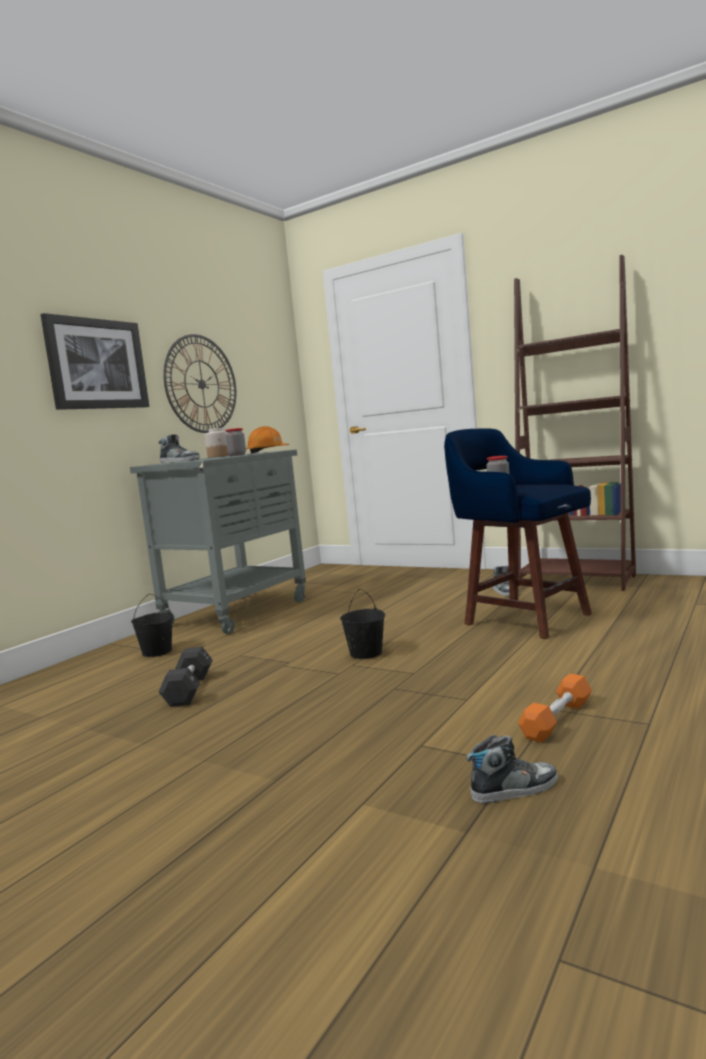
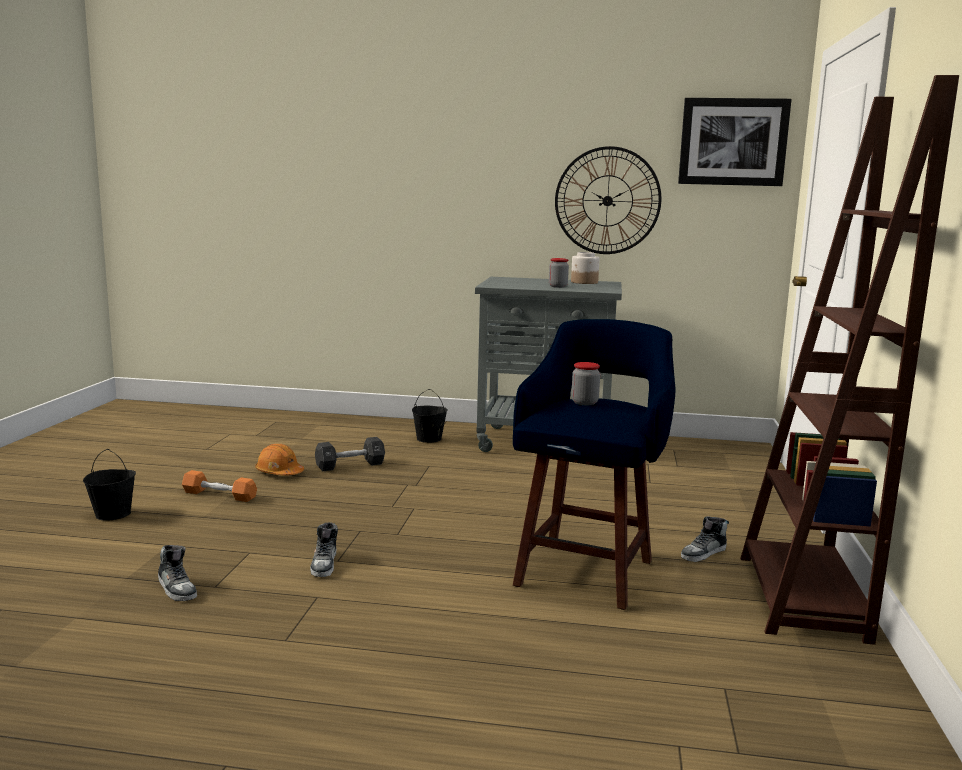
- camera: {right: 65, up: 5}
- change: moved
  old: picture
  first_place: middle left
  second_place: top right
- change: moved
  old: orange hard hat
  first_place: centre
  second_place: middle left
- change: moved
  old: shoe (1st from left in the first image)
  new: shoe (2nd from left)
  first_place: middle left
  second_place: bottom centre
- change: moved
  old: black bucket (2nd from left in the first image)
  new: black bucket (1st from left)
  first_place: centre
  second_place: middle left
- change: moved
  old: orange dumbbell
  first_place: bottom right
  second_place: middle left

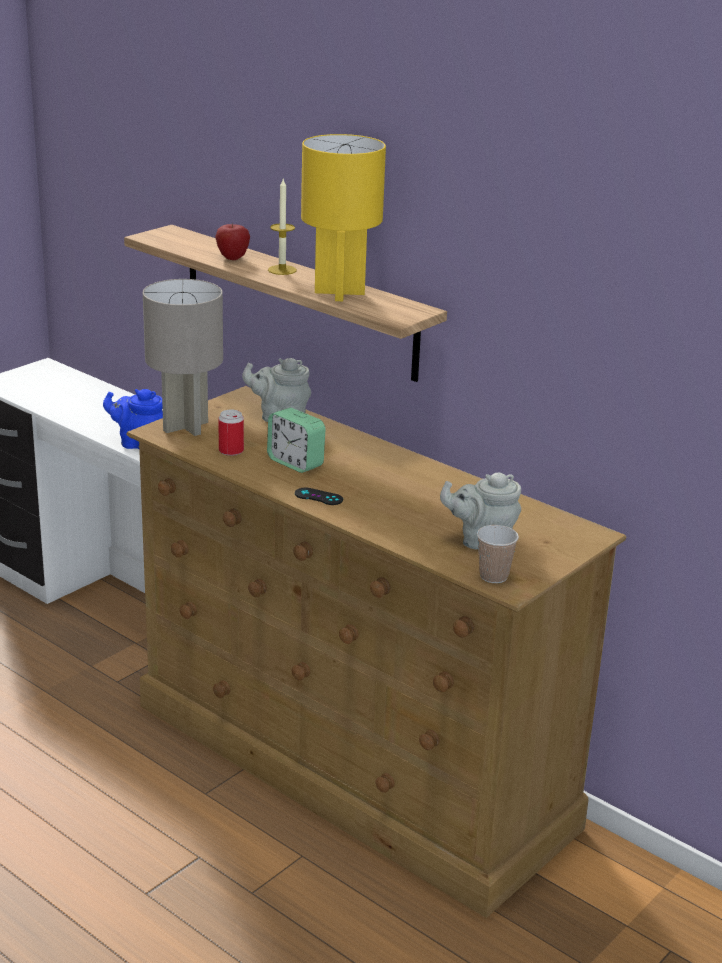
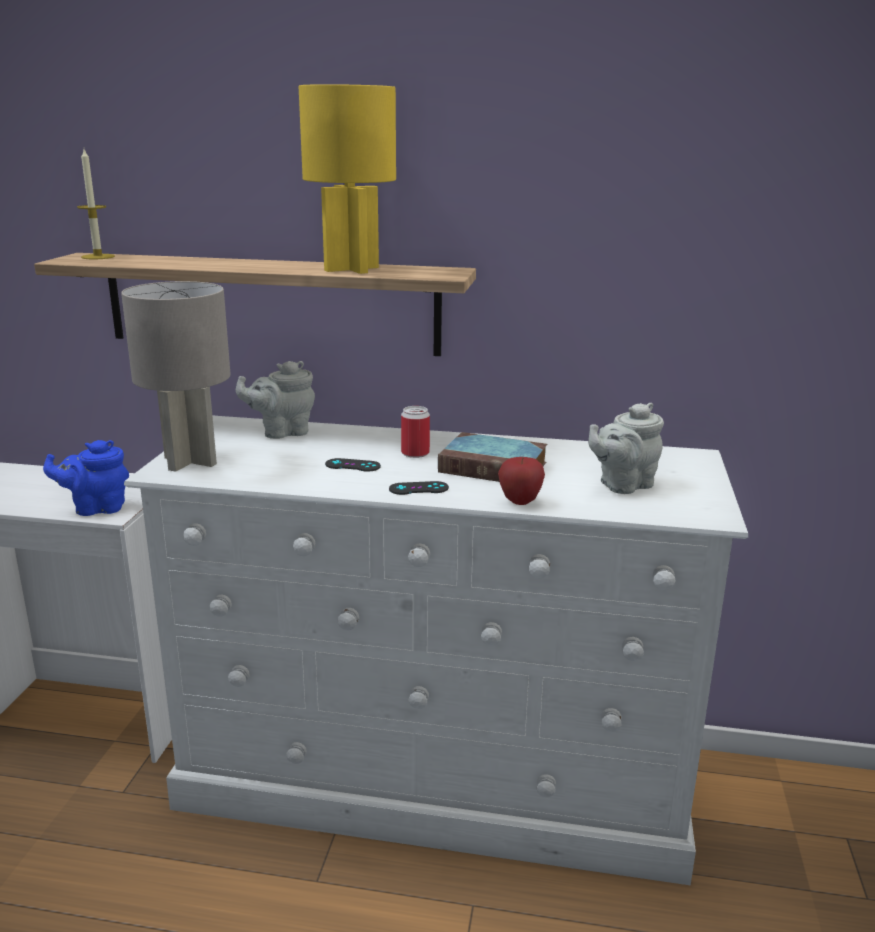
- camera: {right: -30, up: -5}
- change: moved
  old: candle
  first_place: top centre
  second_place: top left
- change: moved
  old: apple
  first_place: top left
  second_place: centre
- change: recoloured
  old: brown dresser
  new: white dresser
  first_place: bottom centre
  second_place: bottom centre
- change: replaced
  old: alarm clock
  new: black game controller (1st from left)
  first_place: centre
  second_place: centre
- change: moved
  old: can
  first_place: middle left
  second_place: centre
- change: removed
  old: cup
  first_place: middle right
- change: added
  new: book
  second_place: centre

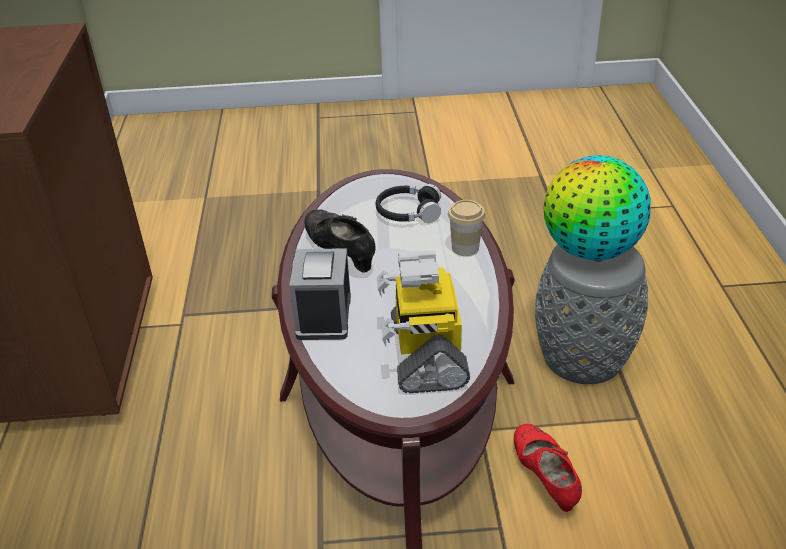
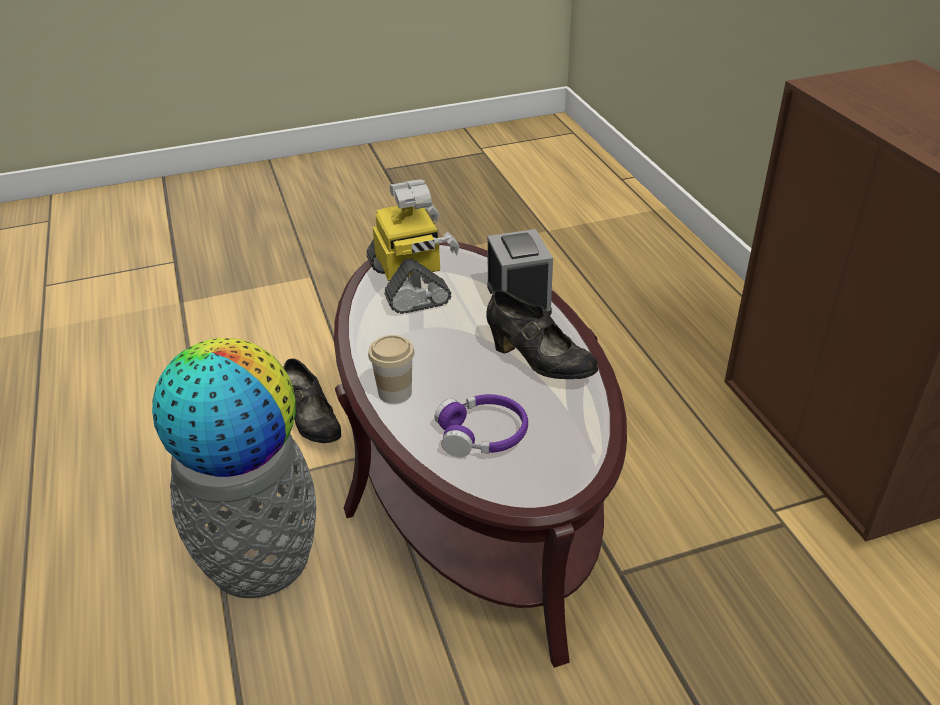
- camera: {right: 165, up: 0}
- change: recoloured
  old: black headphones
  new: purple headphones
  first_place: centre
  second_place: centre
- change: recoloured
  old: red shoe
  new: black shoe (1st from left)
  first_place: bottom right
  second_place: middle left

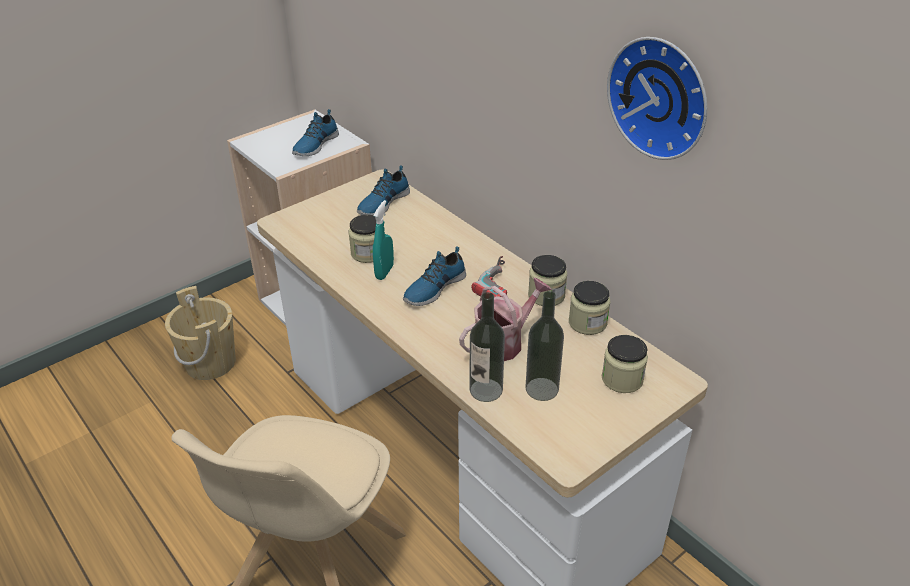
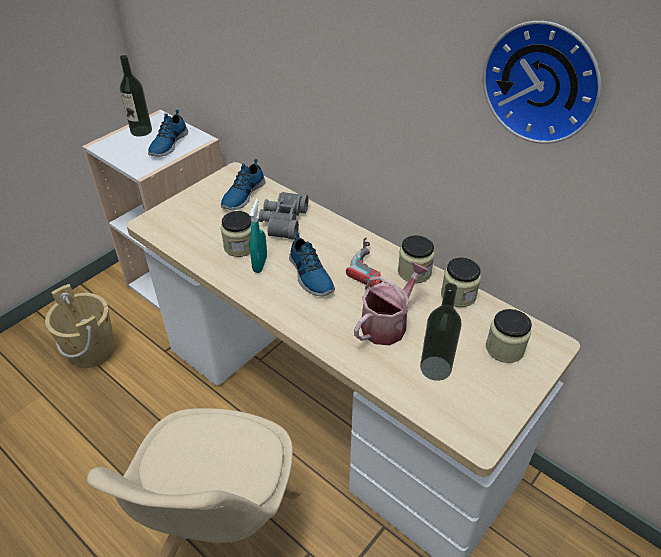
- camera: {right: -10, up: 5}
- change: turned
  old: shoe (3rd from left)
  first_place: centre
  second_place: centre
  degrees: -60
- change: moved
  old: bottle (1st from left)
  first_place: centre
  second_place: top left
- change: added
  new: grey binoculars
  second_place: centre

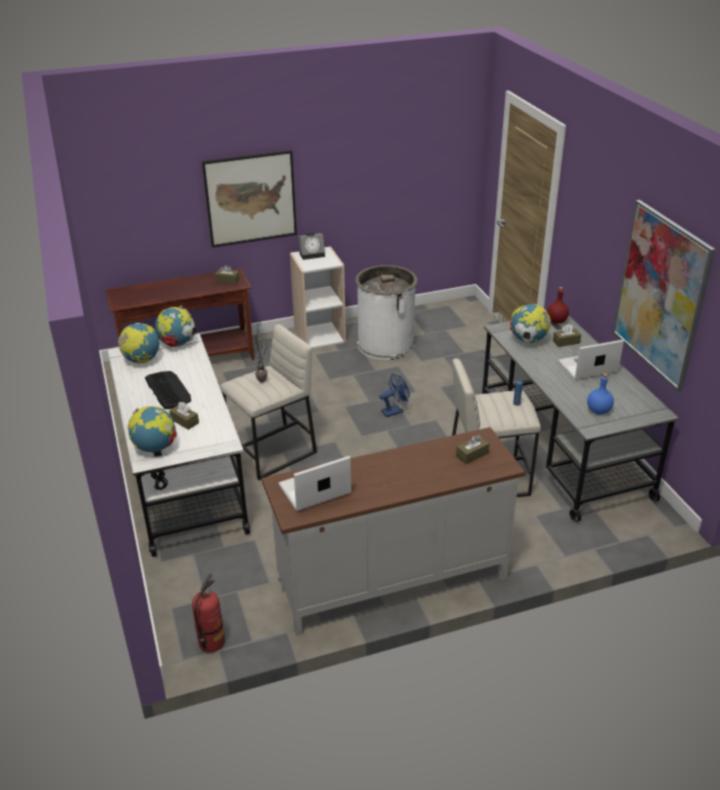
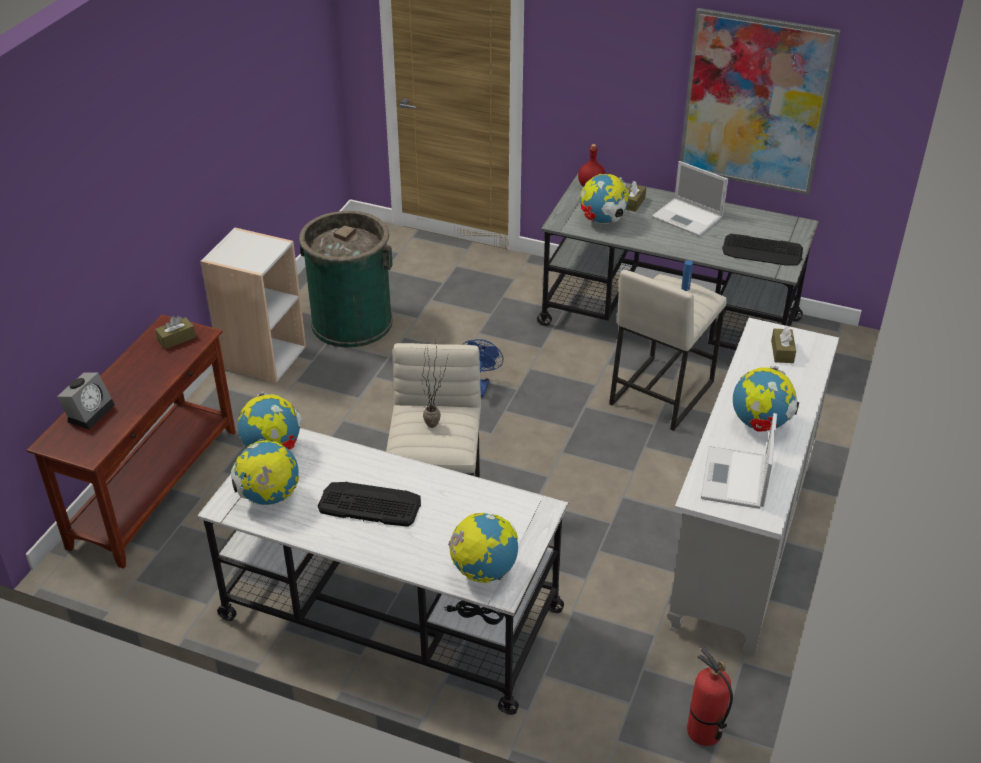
- camera: {right: -50, up: 5}
- change: removed
  old: picture (1st from left)
  first_place: top centre
- change: moved
  old: alarm clock
  first_place: top centre
  second_place: middle left
- change: recoloured
  old: white trash can
  new: green trash can
  first_place: centre
  second_place: centre
- change: turned
  old: laptop (2nd from left in the first image)
  first_place: middle right
  second_place: top right
  degrees: -75
- change: replaced
  old: blue bottle (2nd from left)
  new: keyboard (2nd from left)
  first_place: middle right
  second_place: top right
- change: removed
  old: brown tissue box (1st from left)
  first_place: middle left
- change: recoloured
  old: brown dresser
  new: white dresser
  first_place: bottom centre
  second_place: middle right
- change: added
  new: globe (5th from left)
  second_place: middle right

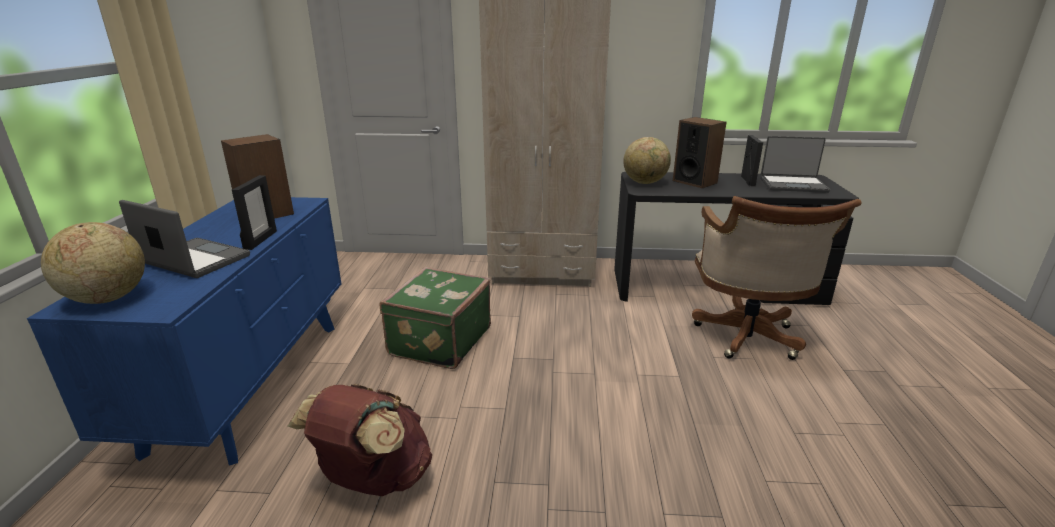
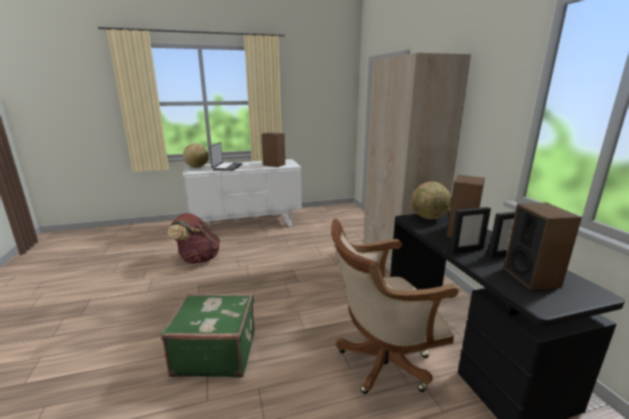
- camera: {right: 70, up: -5}
- change: replaced
  old: laptop (2nd from left)
  new: speaker (3rd from left)
  first_place: top right
  second_place: middle right
- change: moved
  old: picture frame (1st from left)
  first_place: middle left
  second_place: middle right
- change: recoloured
  old: blue dresser
  new: white dresser
  first_place: middle left
  second_place: centre
- change: moved
  old: green suitcase
  first_place: centre
  second_place: bottom left

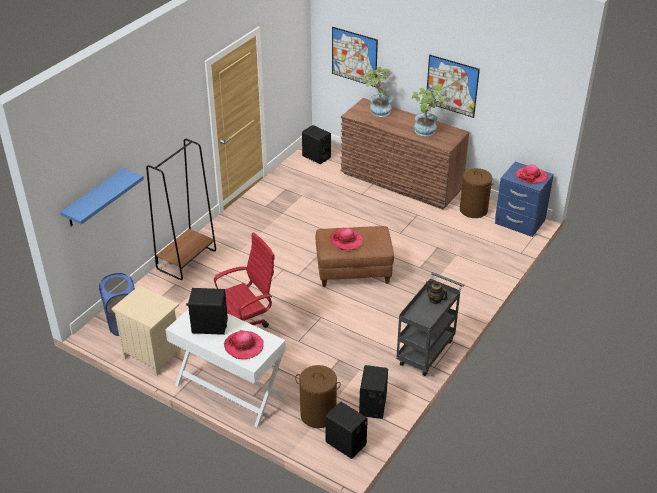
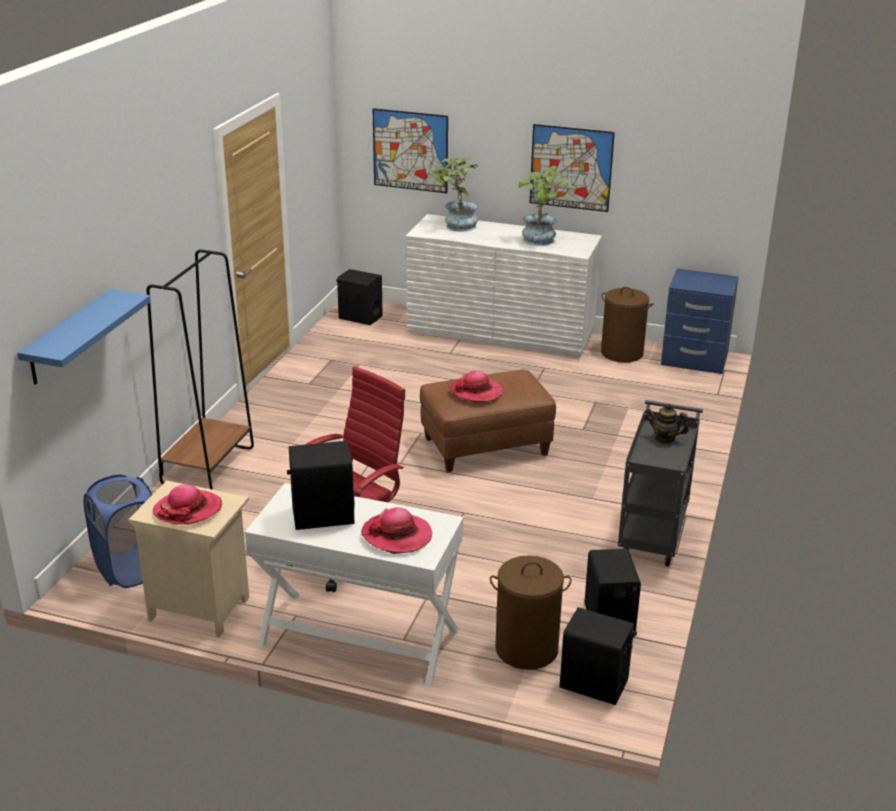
- camera: {right: -15, up: -10}
- change: recoloured
  old: brown dresser
  new: white dresser
  first_place: top centre
  second_place: centre
- change: moved
  old: hat (3rd from left in the first image)
  new: hat (1st from left)
  first_place: middle right
  second_place: middle left

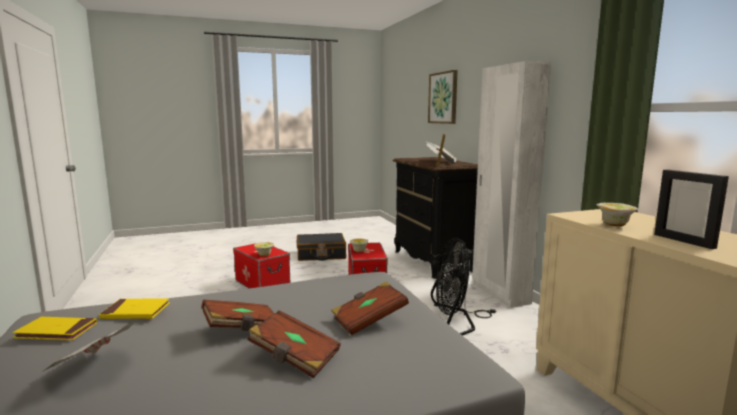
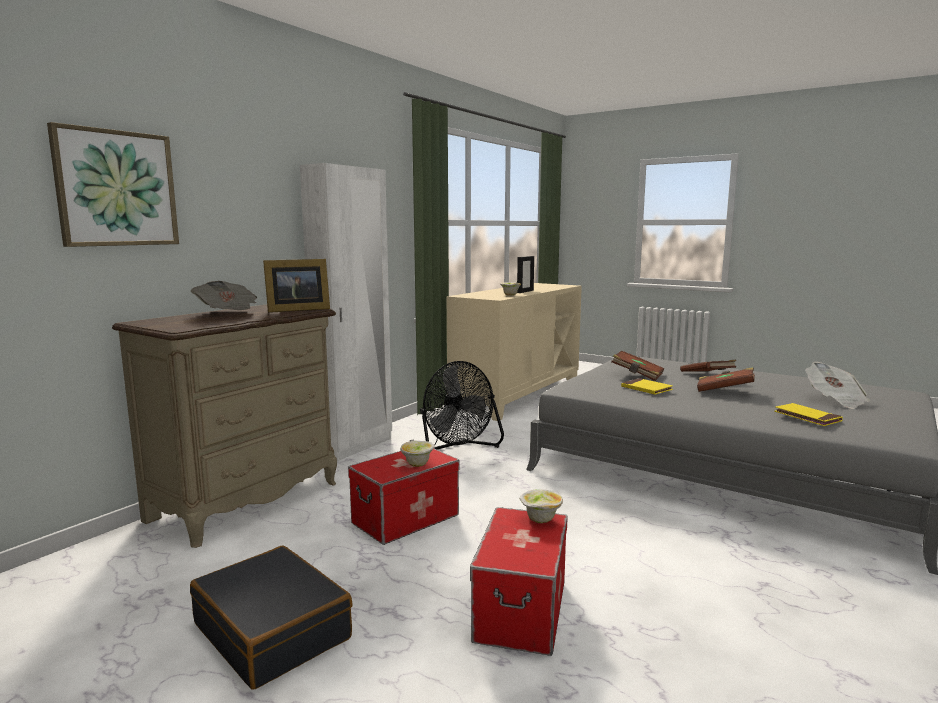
- camera: {right: -125, up: 0}
- change: recoloured
  old: black dresser
  new: beige dresser
  first_place: centre
  second_place: middle left
- change: moved
  old: yellow book (1st from left)
  first_place: bottom left
  second_place: middle right

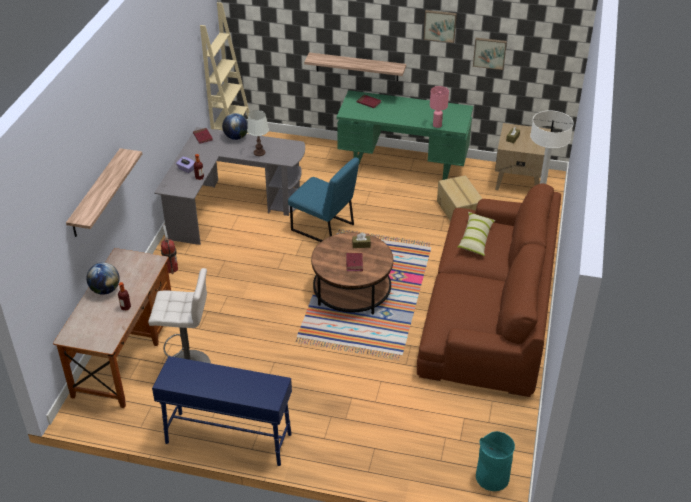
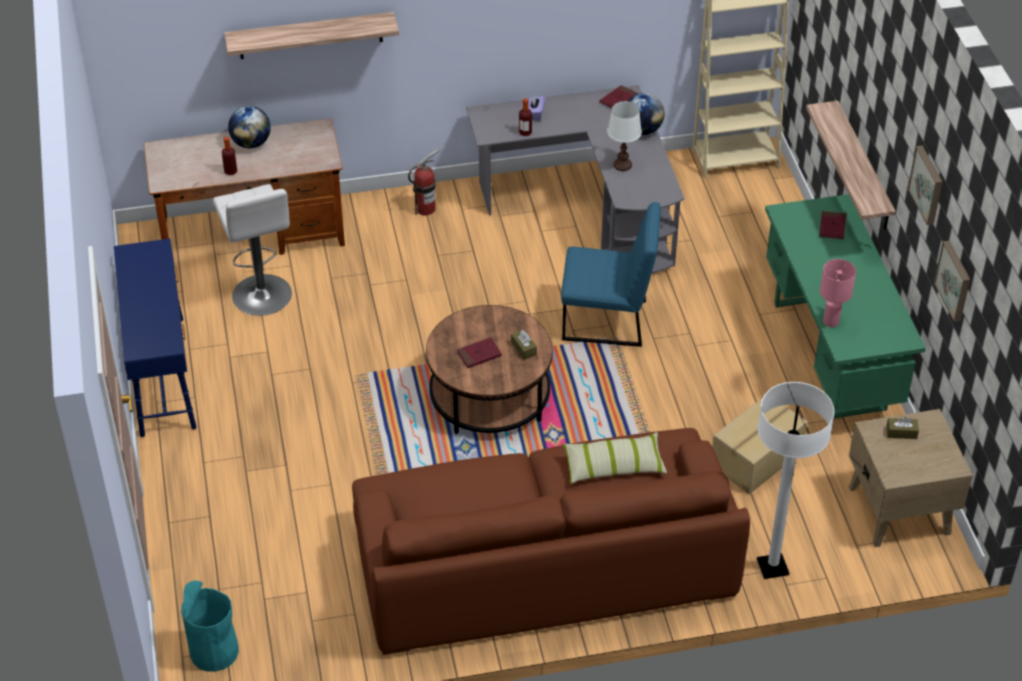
- camera: {right: 65, up: 5}
- change: turned
  old: blue chair
  first_place: centre
  second_place: centre
  degrees: -90

